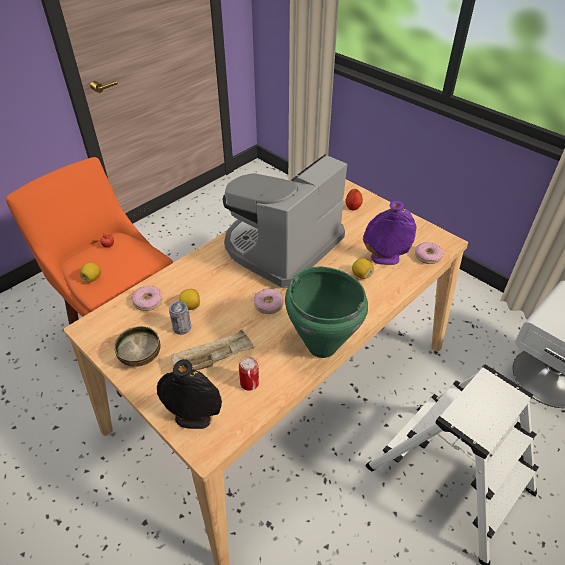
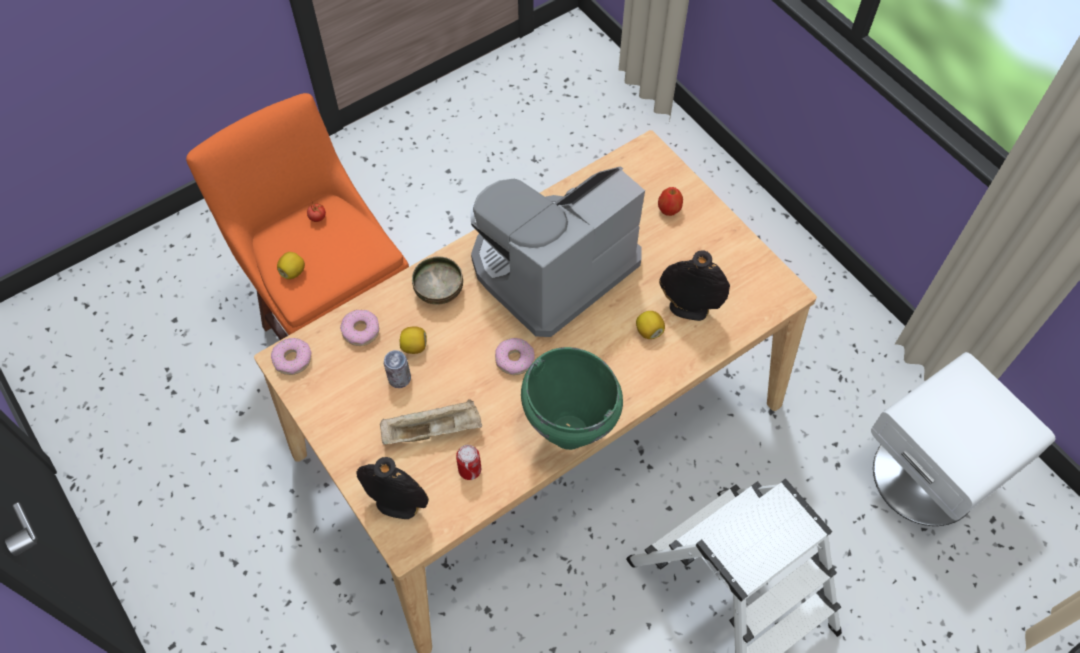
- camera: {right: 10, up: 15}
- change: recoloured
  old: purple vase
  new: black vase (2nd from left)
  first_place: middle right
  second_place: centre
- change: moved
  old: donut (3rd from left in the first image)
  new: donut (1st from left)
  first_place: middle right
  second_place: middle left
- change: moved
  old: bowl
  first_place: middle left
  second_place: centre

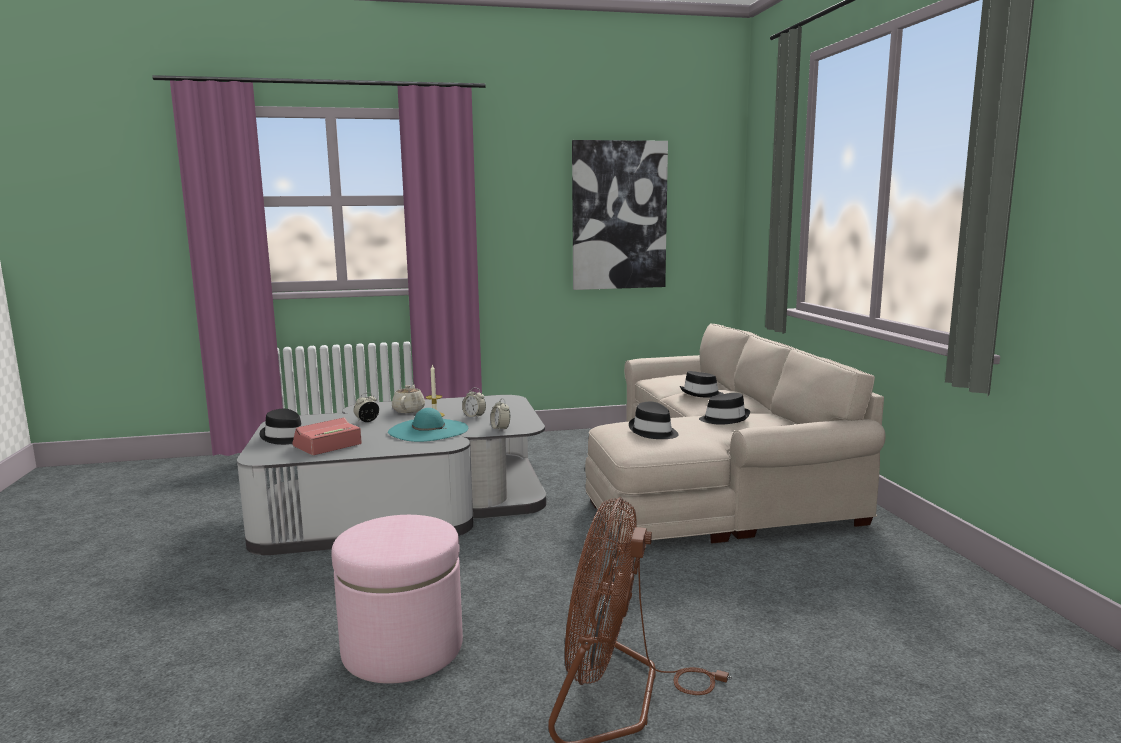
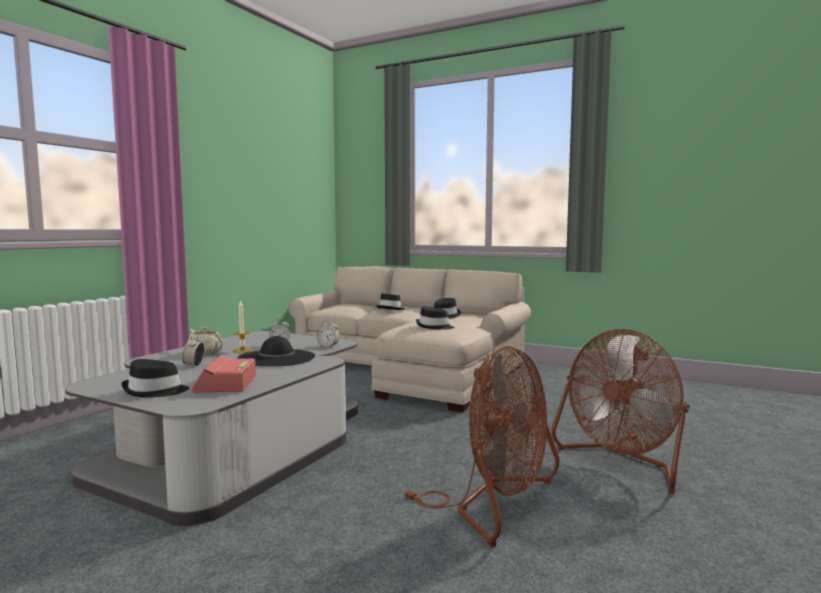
- camera: {right: -50, up: -5}
- change: removed
  old: picture
  first_place: top centre
- change: recoloured
  old: turquoise hat
  new: black hat (2nd from left)
  first_place: centre
  second_place: centre
- change: replaced
  old: pink ottoman
  new: brown fan (1st from left)
  first_place: bottom centre
  second_place: bottom centre

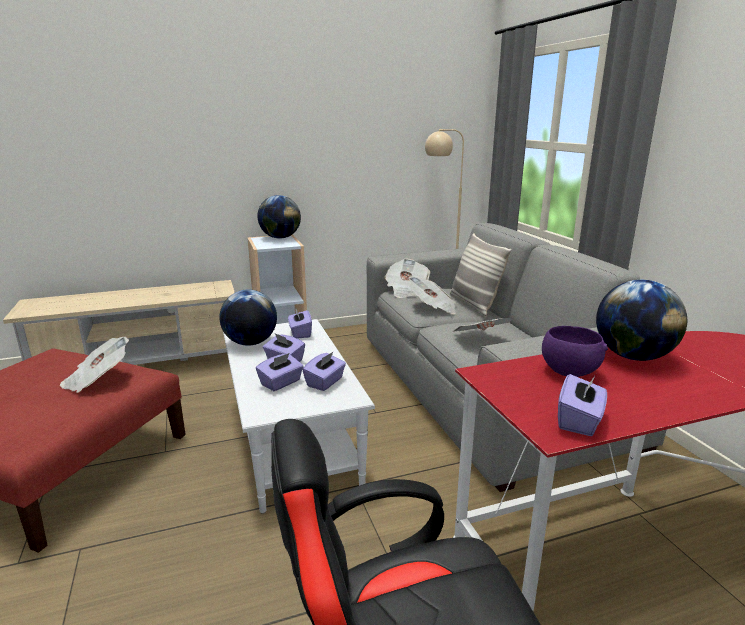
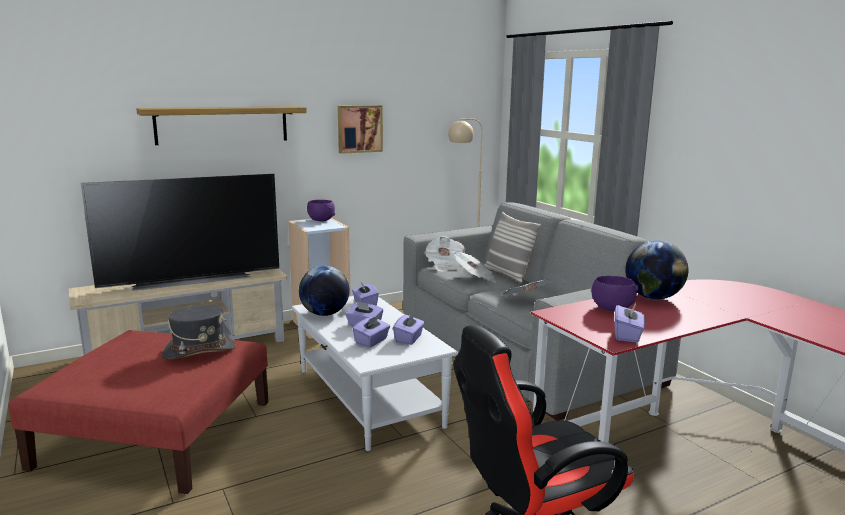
- camera: {right: -10, up: -5}
- change: replaced
  old: globe (2nd from left)
  new: purple bowl (1st from left)
  first_place: centre
  second_place: centre
- change: replaced
  old: newspaper (1st from left)
  new: grey hat
  first_place: middle left
  second_place: middle left
- change: added
  new: picture
  second_place: top centre
- change: added
  new: shelf
  second_place: top left
- change: added
  new: television
  second_place: middle left

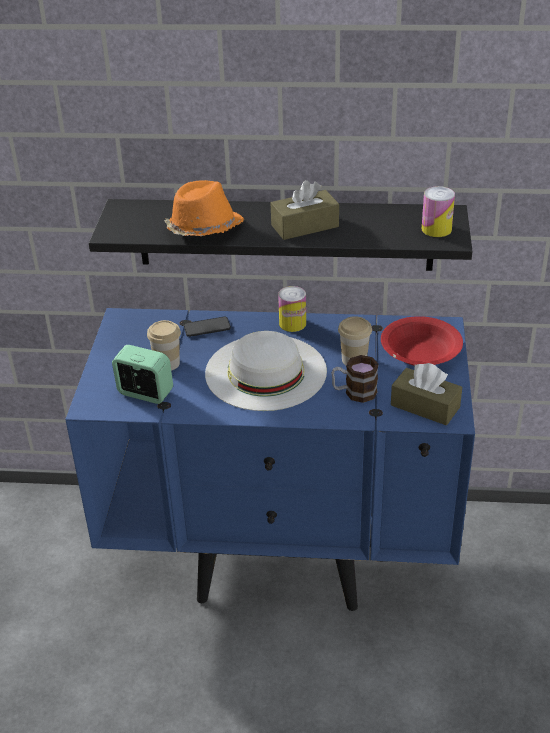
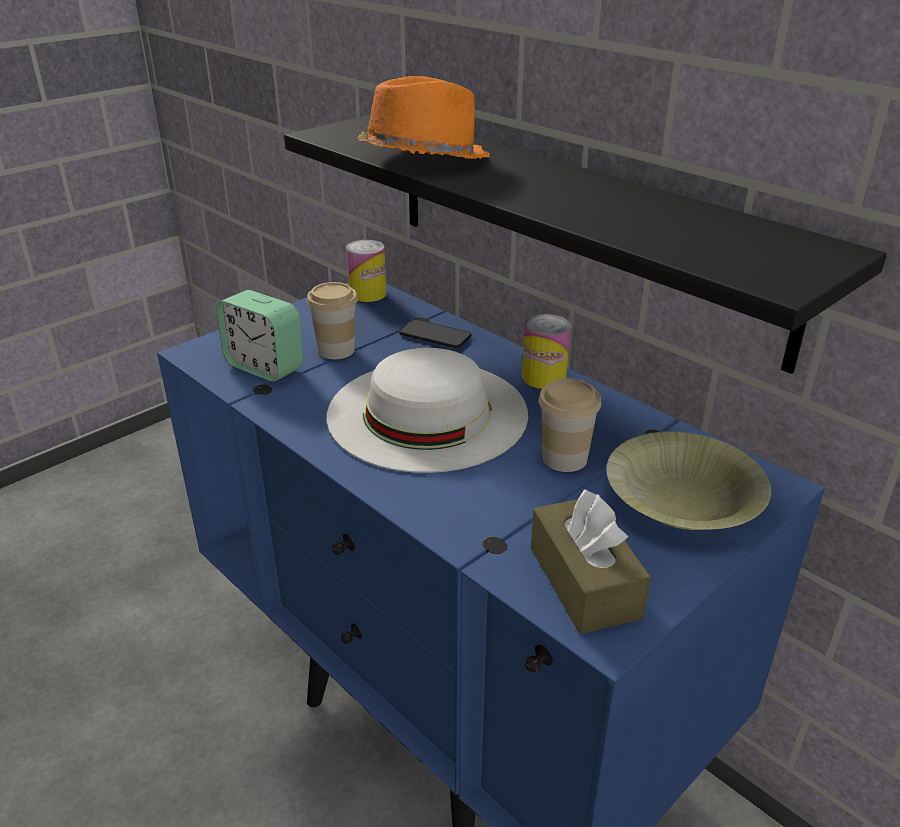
- camera: {right: 40, up: -5}
- change: removed
  old: brown tissue box (1st from left)
  first_place: top centre
- change: moved
  old: can (2nd from left in the first image)
  new: can (1st from left)
  first_place: top right
  second_place: top centre
- change: recoloured
  old: red bowl
  new: yellow bowl
  first_place: middle right
  second_place: middle right
- change: turned
  old: alarm clock
  first_place: middle left
  second_place: middle left
  degrees: 150
- change: removed
  old: mug
  first_place: centre

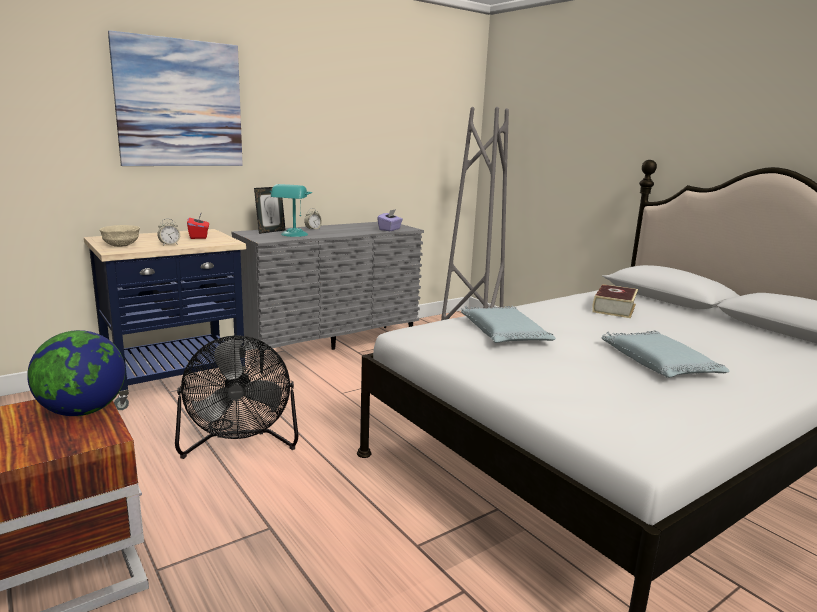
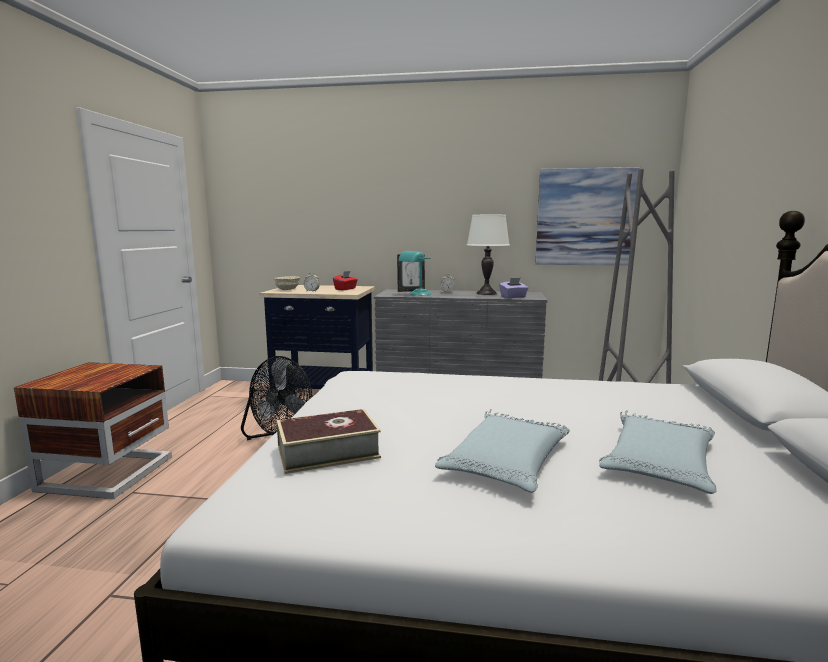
- camera: {right: 45, up: -5}
- change: moved
  old: picture
  first_place: top left
  second_place: top right
- change: moved
  old: book
  first_place: middle right
  second_place: centre
- change: moved
  old: blue pillow (1st from left in the first image)
  new: blue pillow (2nd from left)
  first_place: centre
  second_place: bottom right
- change: removed
  old: globe
  first_place: middle left
- change: added
  new: white table lamp
  second_place: centre

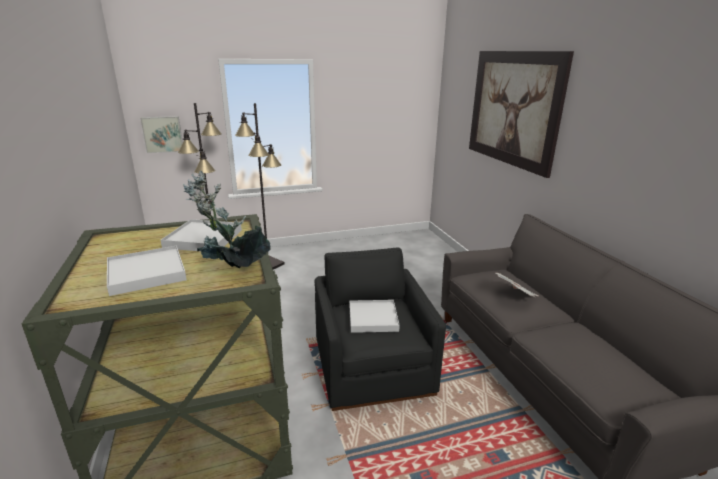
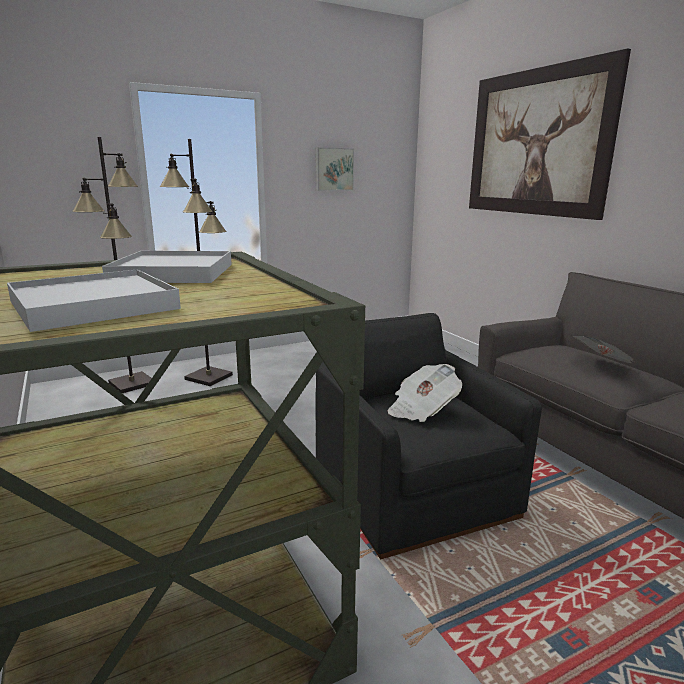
- camera: {right: -10, up: -5}
- change: moved
  old: picture (1st from left)
  first_place: top left
  second_place: top centre
- change: removed
  old: potted plant
  first_place: middle left
- change: replaced
  old: white tray (3rd from left)
  new: newspaper (1st from left)
  first_place: centre
  second_place: centre

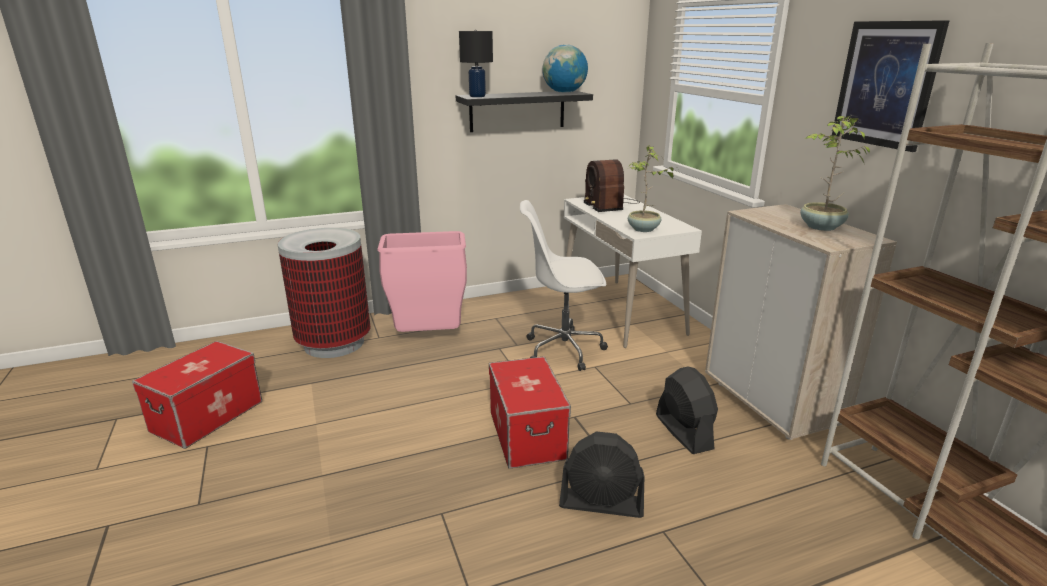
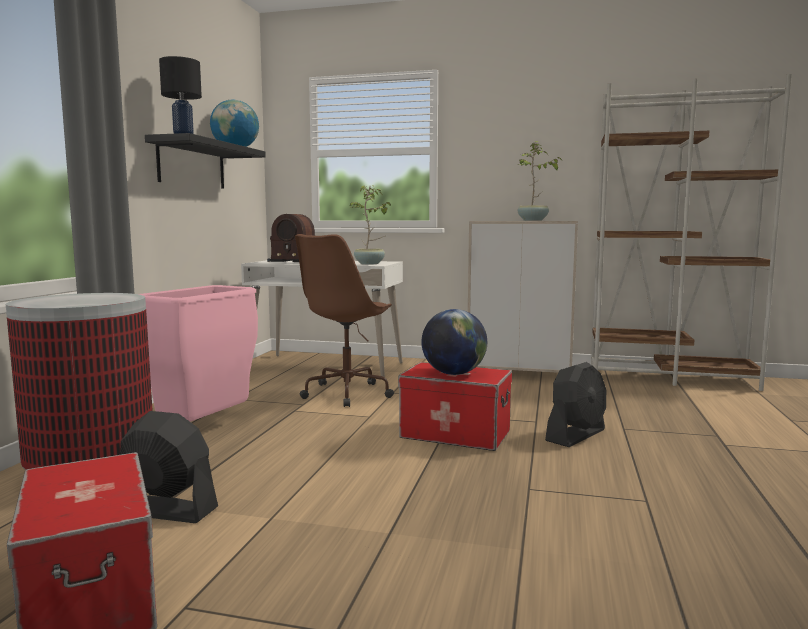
- camera: {right: -55, up: -15}
- change: removed
  old: picture
  first_place: top right
- change: recoloured
  old: white office chair
  new: brown office chair
  first_place: centre
  second_place: centre
- change: moved
  old: black fan (2nd from left in the first image)
  new: black fan (1st from left)
  first_place: bottom centre
  second_place: bottom left
- change: added
  new: globe (2nd from left)
  second_place: centre

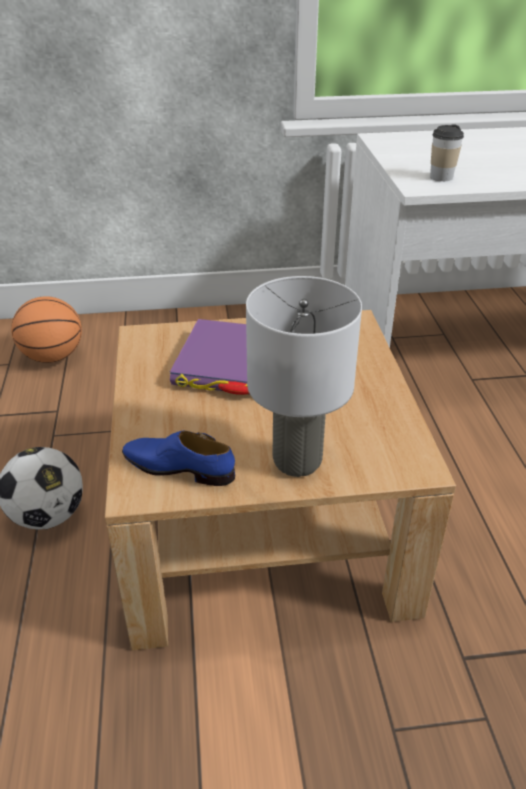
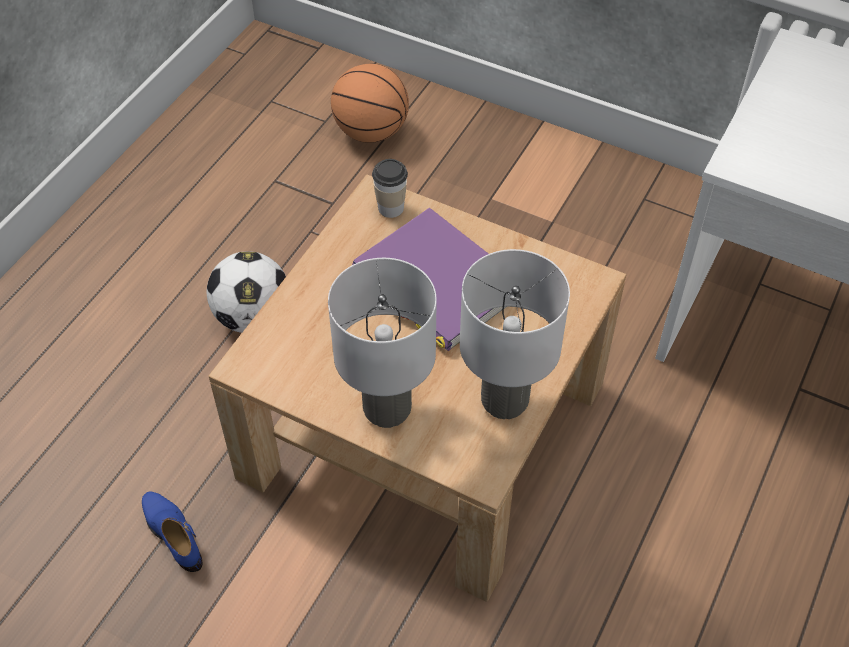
- camera: {right: 35, up: 15}
- change: moved
  old: cup
  first_place: top right
  second_place: top centre
- change: moved
  old: blue shoe
  first_place: centre
  second_place: bottom left
- change: added
  new: white table lamp (2nd from left)
  second_place: centre

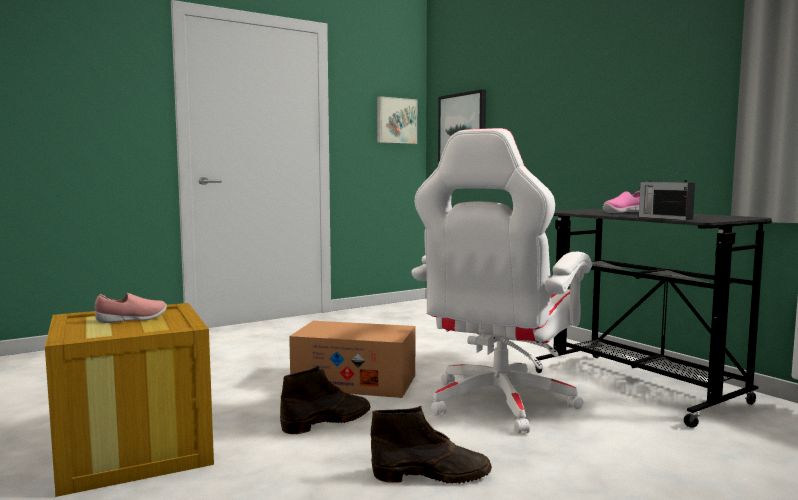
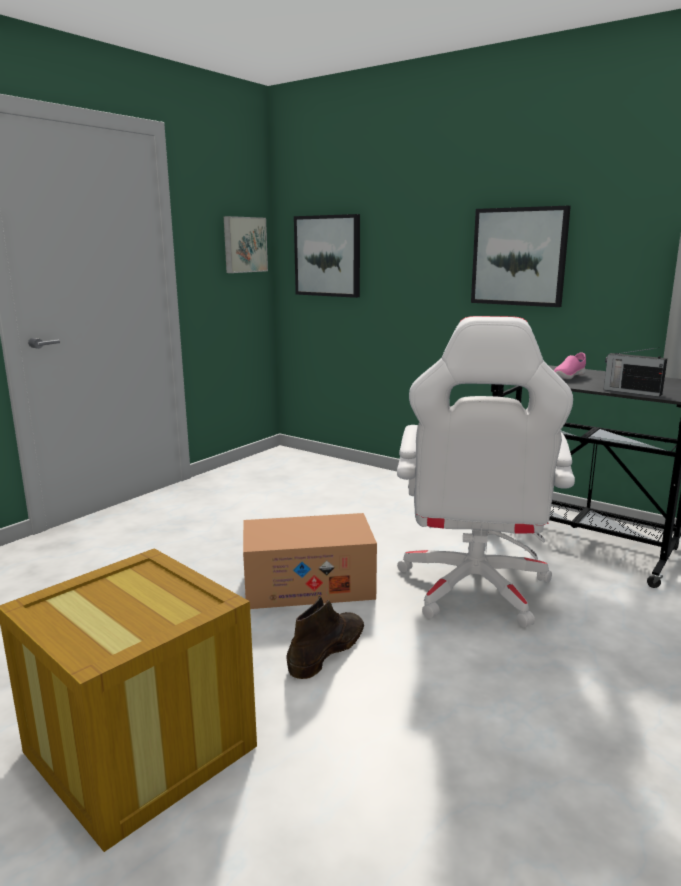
- camera: {right: -20, up: 10}
- change: removed
  old: pink shoe (1st from left)
  first_place: middle left
- change: removed
  old: brown boot (2nd from left)
  first_place: bottom centre
- change: added
  new: picture (3rd from left)
  second_place: top right

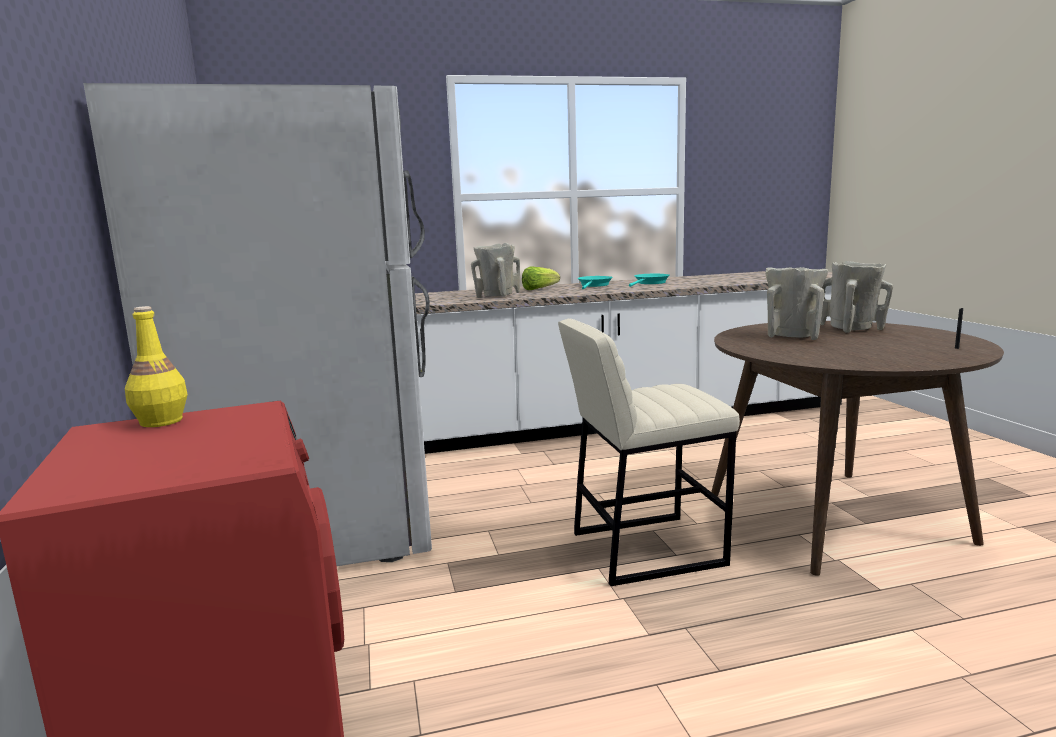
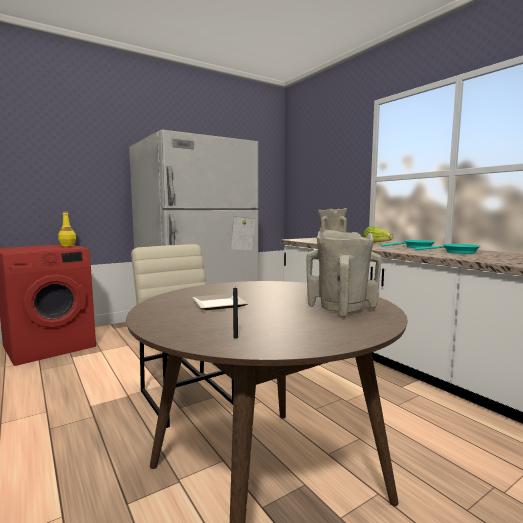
- camera: {right: 70, up: -5}
- change: removed
  old: beige vase (2nd from left)
  first_place: middle right
- change: added
  new: plate
  second_place: centre

